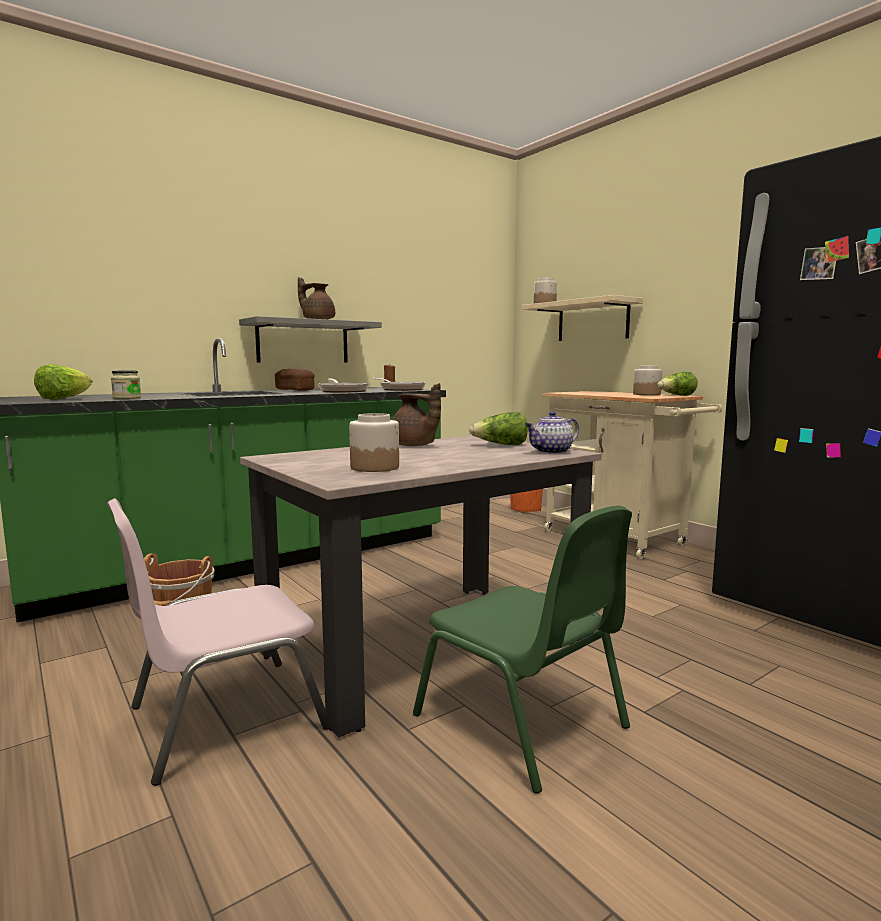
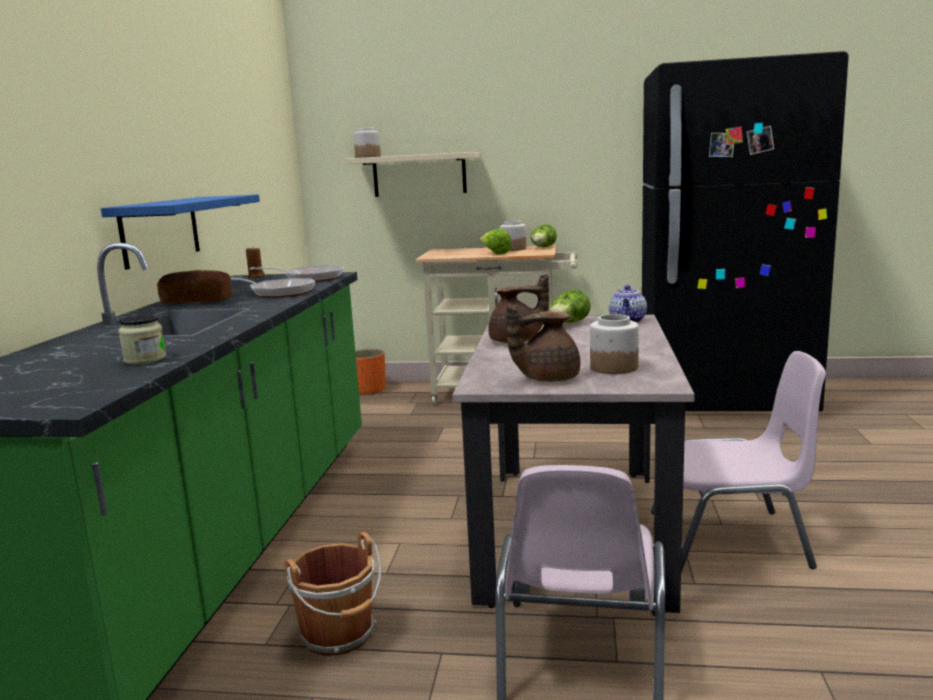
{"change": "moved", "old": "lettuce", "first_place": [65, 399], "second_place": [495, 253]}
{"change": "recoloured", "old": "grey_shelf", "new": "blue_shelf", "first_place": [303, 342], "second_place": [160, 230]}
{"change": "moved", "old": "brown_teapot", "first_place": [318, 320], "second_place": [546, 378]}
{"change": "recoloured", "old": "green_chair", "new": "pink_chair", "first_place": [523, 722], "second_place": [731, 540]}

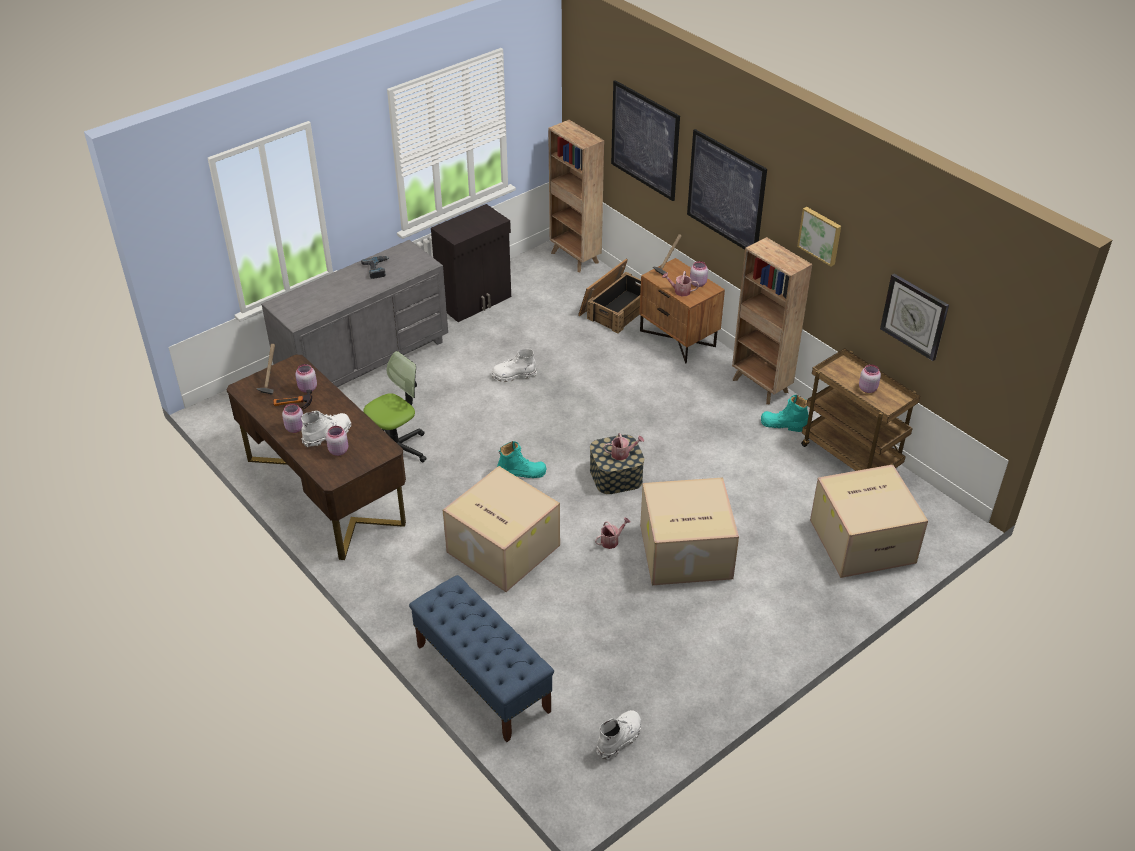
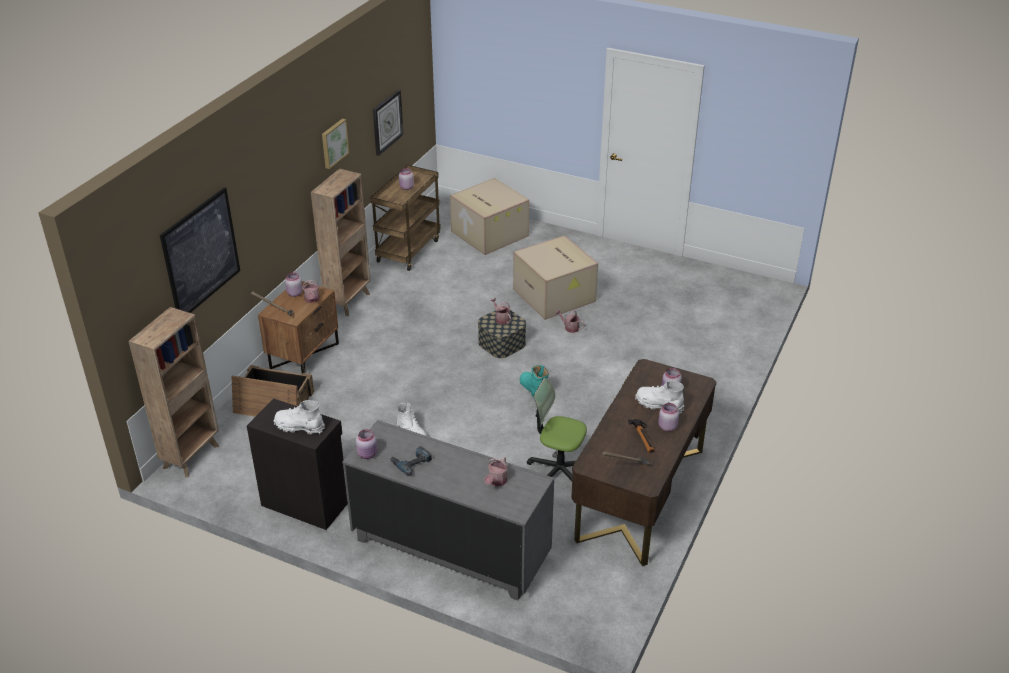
{"change": "moved", "old": "pink_jar", "first_place": [307, 388], "second_place": [368, 454]}
{"change": "removed", "old": "blue_bench", "first_place": [482, 678]}
{"change": "removed", "old": "cardboard_box", "first_place": [501, 549]}
{"change": "moved", "old": "white_boot", "first_place": [619, 738], "second_place": [299, 426]}
{"change": "removed", "old": "picture", "first_place": [726, 192]}
{"change": "removed", "old": "turquoise_boot", "first_place": [783, 425]}
{"change": "added", "new": "watering_can", "second_place": [496, 481]}

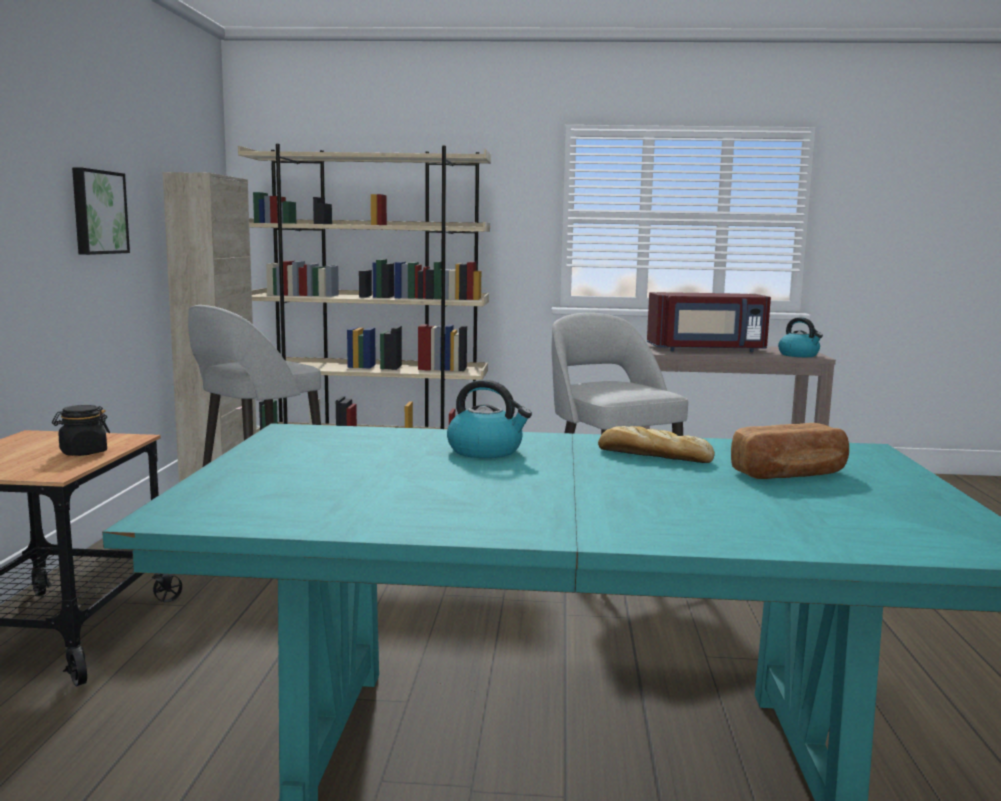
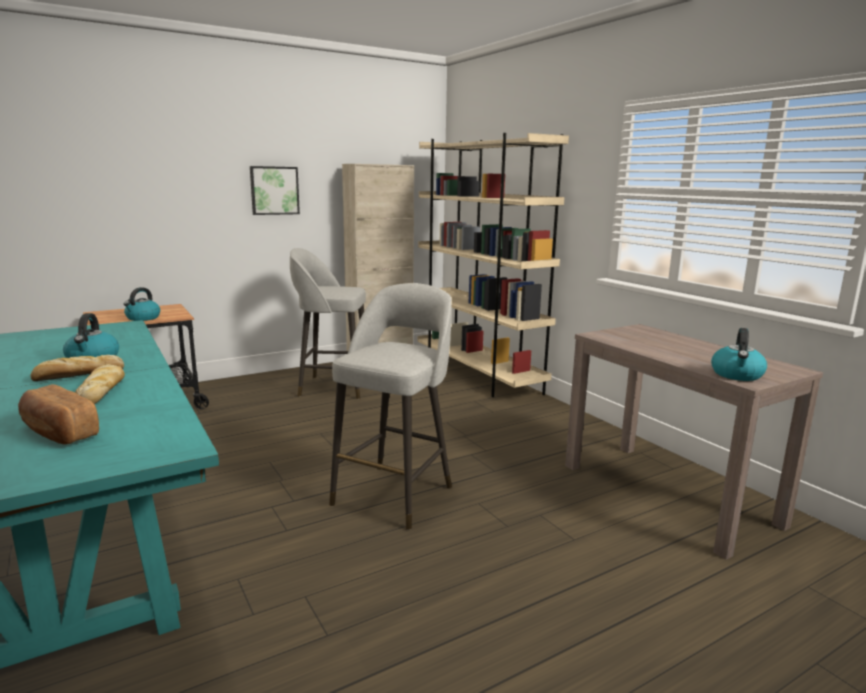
{"change": "replaced", "old": "black_jar", "new": "kettle", "first_place": [83, 452], "second_place": [143, 318]}
{"change": "removed", "old": "red_microwave", "first_place": [706, 350]}
{"change": "added", "new": "bread", "second_place": [77, 375]}

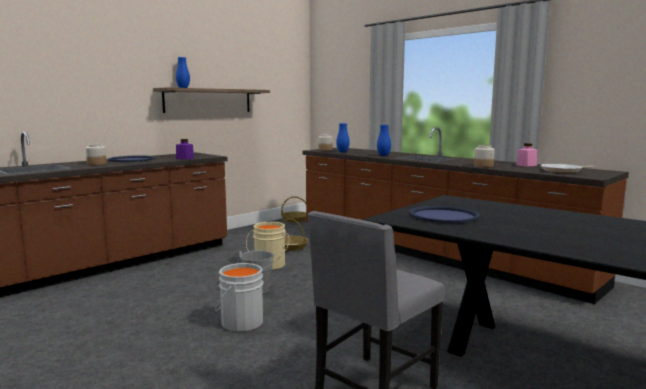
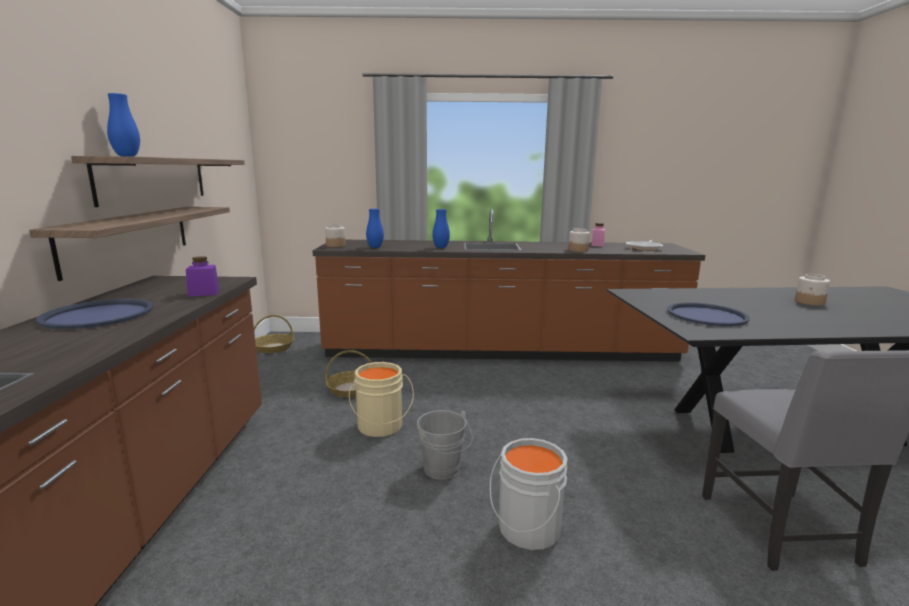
{"change": "moved", "old": "jar", "first_place": [96, 164], "second_place": [809, 302]}
{"change": "added", "new": "shelf", "second_place": [129, 237]}

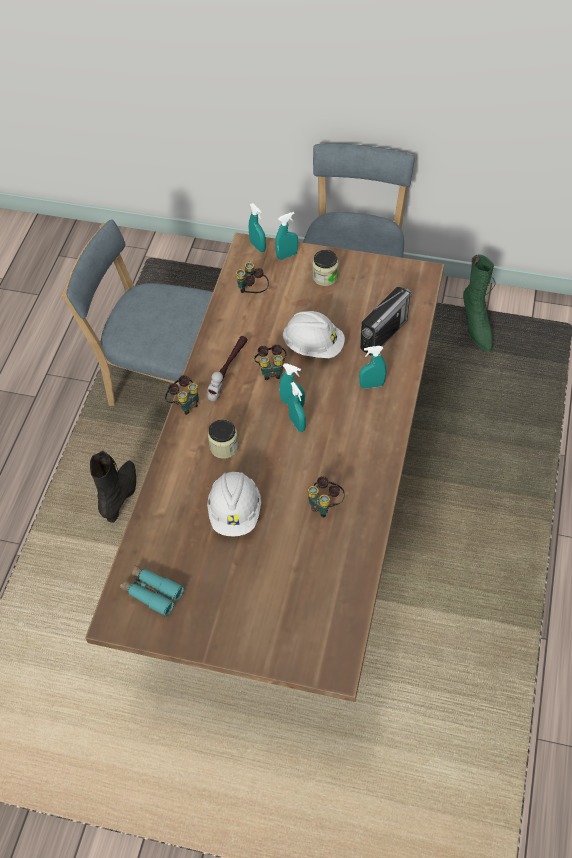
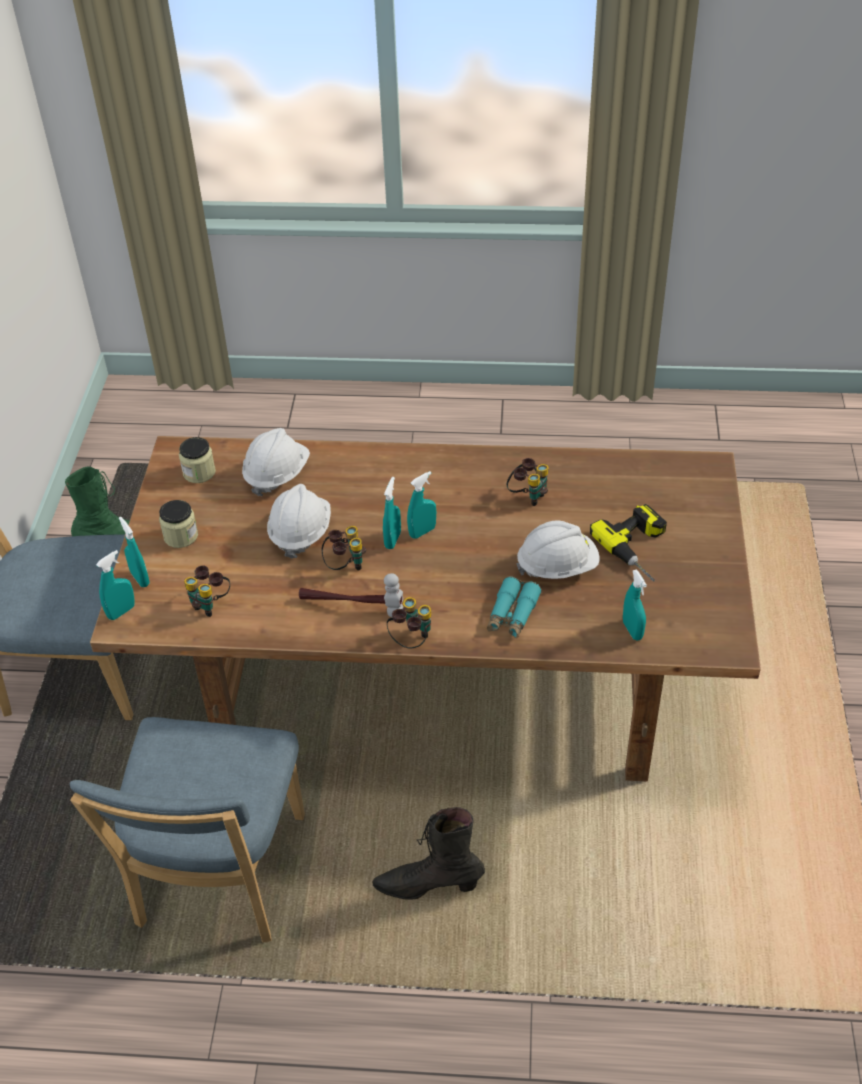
{"change": "moved", "old": "turquoise_binoculars", "first_place": [151, 592], "second_place": [512, 614]}
{"change": "moved", "old": "jar", "first_place": [224, 447], "second_place": [199, 472]}
{"change": "moved", "old": "turquoise_spray_bottle", "first_place": [371, 385], "second_place": [632, 630]}
{"change": "replaced", "old": "radio", "new": "white_hard_hat", "first_place": [383, 334], "second_place": [276, 474]}
{"change": "added", "new": "power_drill", "second_place": [641, 549]}

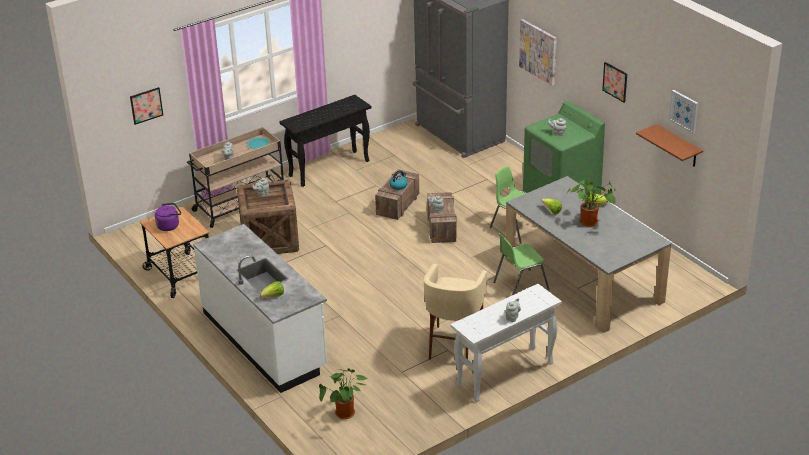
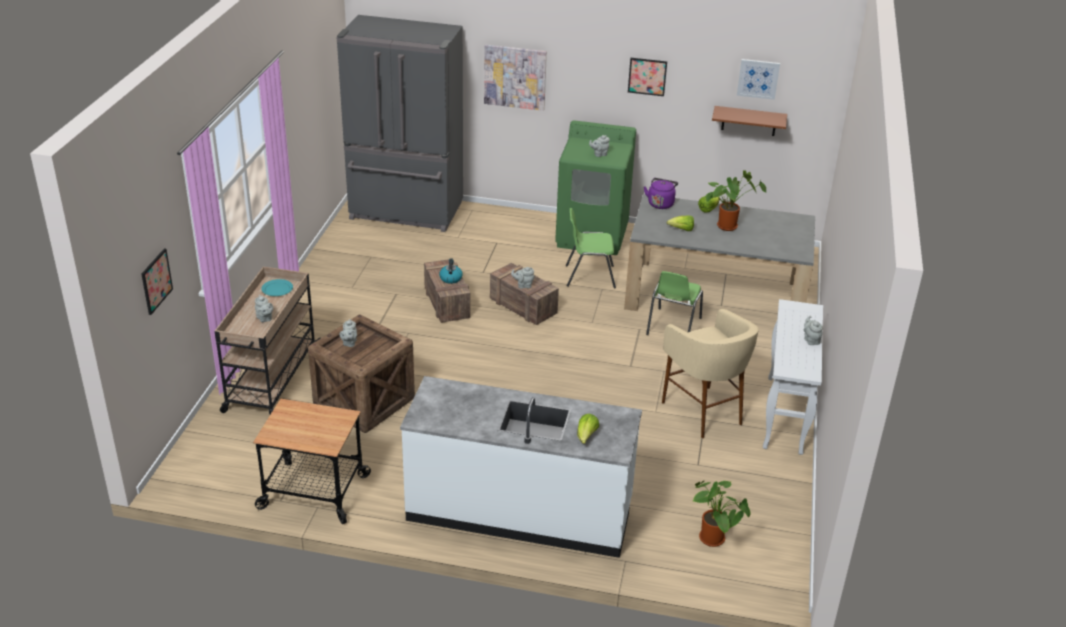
{"change": "moved", "old": "purple_kettle", "first_place": [169, 225], "second_place": [660, 203]}
{"change": "removed", "old": "black_console_table", "first_place": [329, 168]}

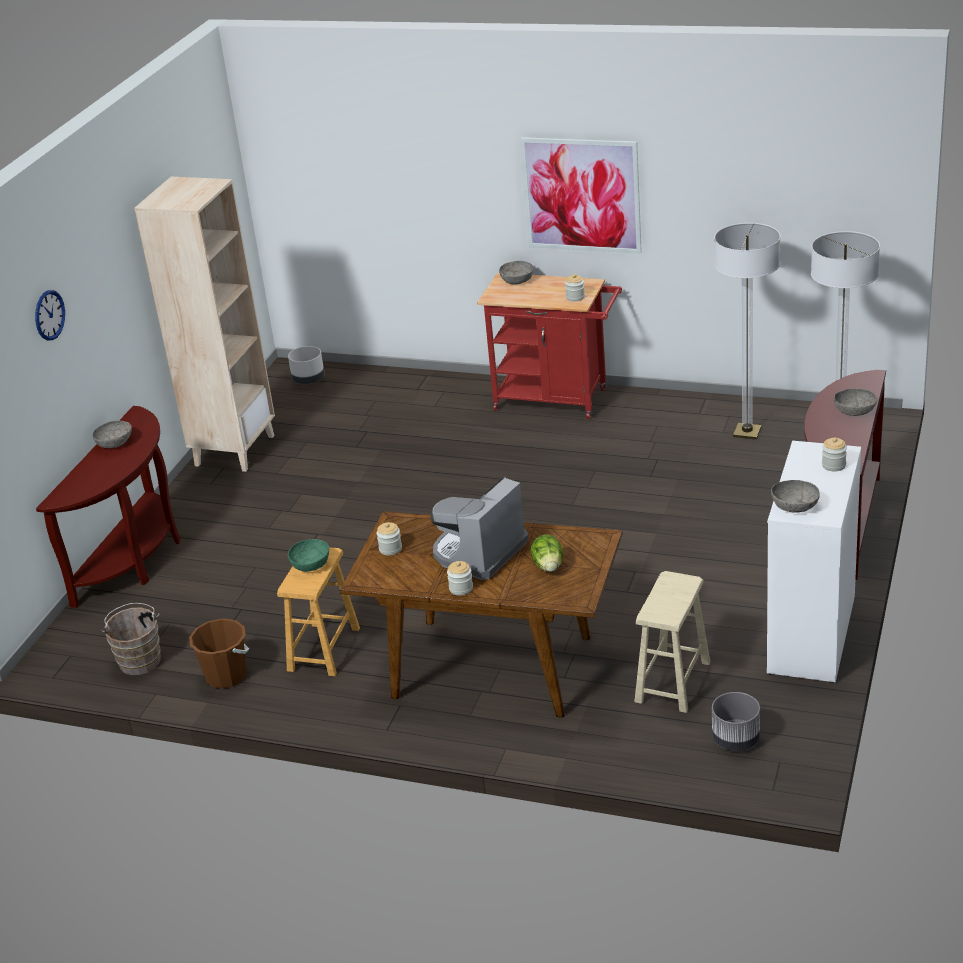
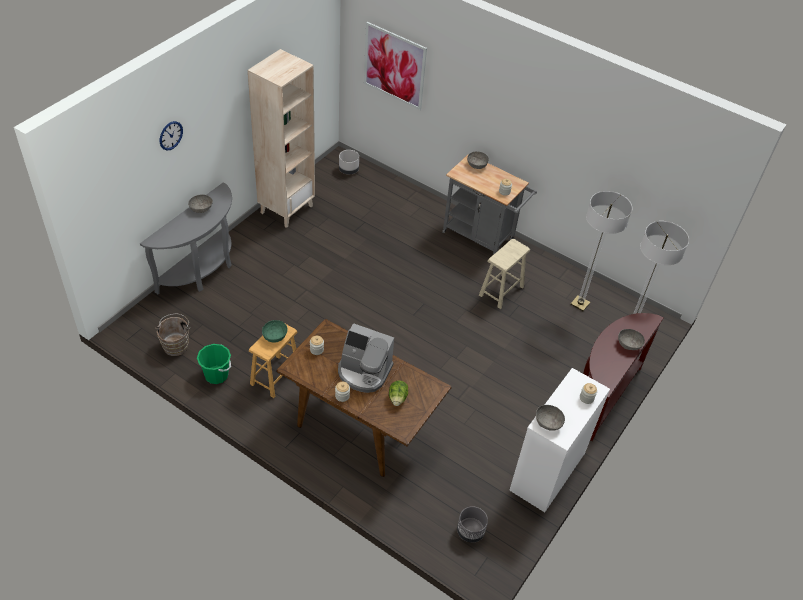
{"change": "recoloured", "old": "brown_console_table", "new": "grey_console_table", "first_place": [135, 559], "second_place": [202, 270]}
{"change": "recoloured", "old": "brown_bucket", "new": "green_bucket", "first_place": [226, 676], "second_place": [216, 375]}
{"change": "turned", "old": "coffee_machine", "first_place": [479, 552], "second_place": [364, 372], "degrees": -120}
{"change": "recoloured", "old": "red_cart", "new": "grey_cart", "first_place": [557, 400], "second_place": [482, 238]}
{"change": "moved", "old": "picture", "first_place": [581, 195], "second_place": [394, 66]}
{"change": "moved", "old": "beige_stool", "first_place": [673, 682], "second_place": [501, 291]}

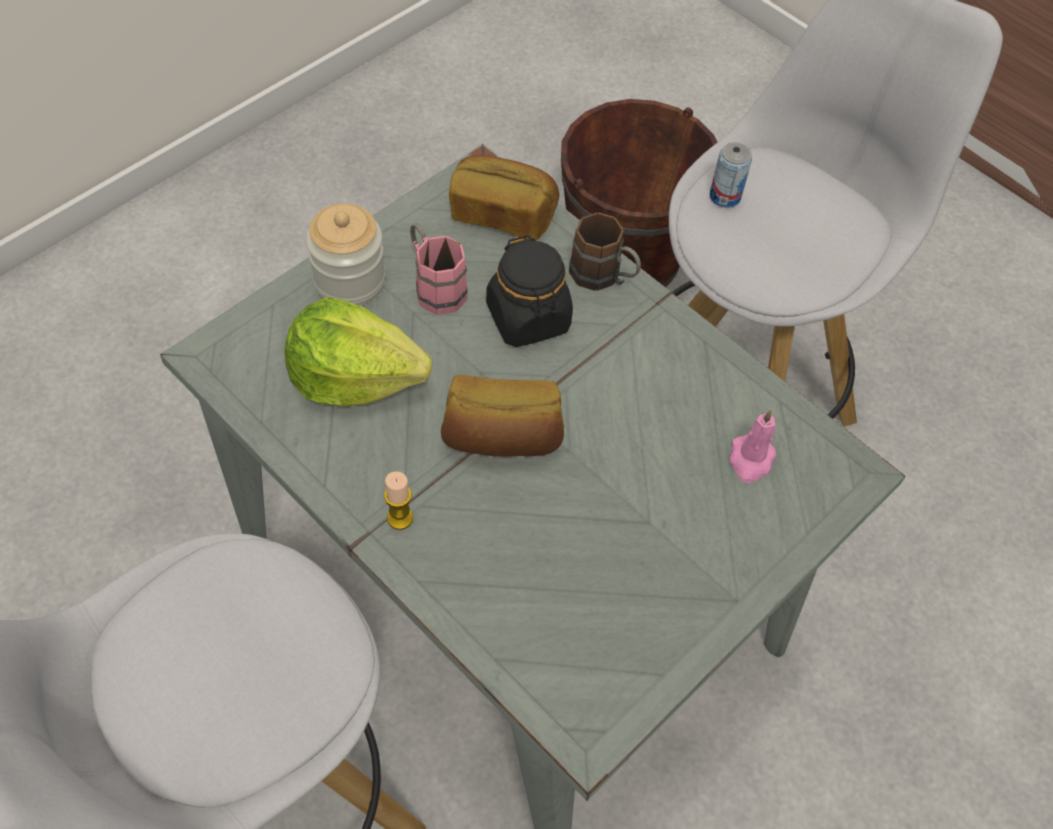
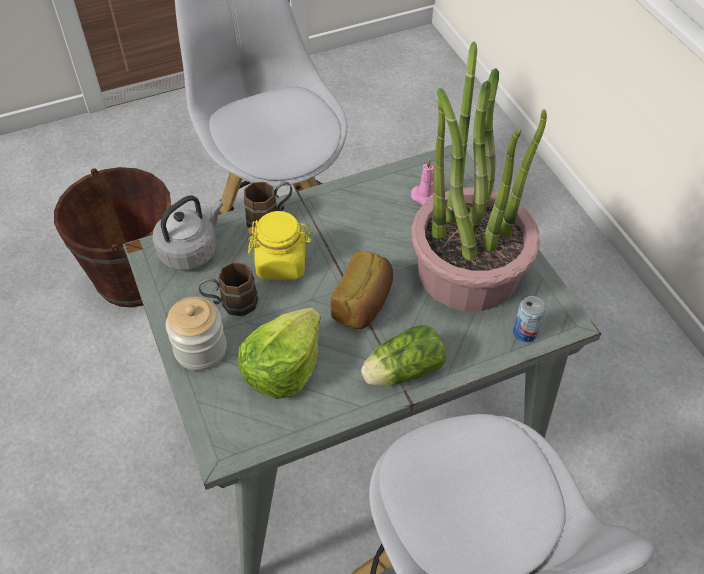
{"change": "replaced", "old": "candle", "new": "lettuce", "first_place": [400, 518], "second_place": [400, 371]}
{"change": "recoloured", "old": "pink_mug", "new": "brown_mug", "first_place": [434, 286], "second_place": [231, 303]}
{"change": "replaced", "old": "bread", "new": "grey_kettle", "first_place": [502, 214], "second_place": [191, 251]}
{"change": "recoloured", "old": "black_jar", "new": "yellow_jar", "first_place": [528, 318], "second_place": [282, 263]}
{"change": "moved", "old": "can", "first_place": [724, 196], "second_place": [525, 332]}
{"change": "added", "new": "potted_plant", "second_place": [467, 269]}

